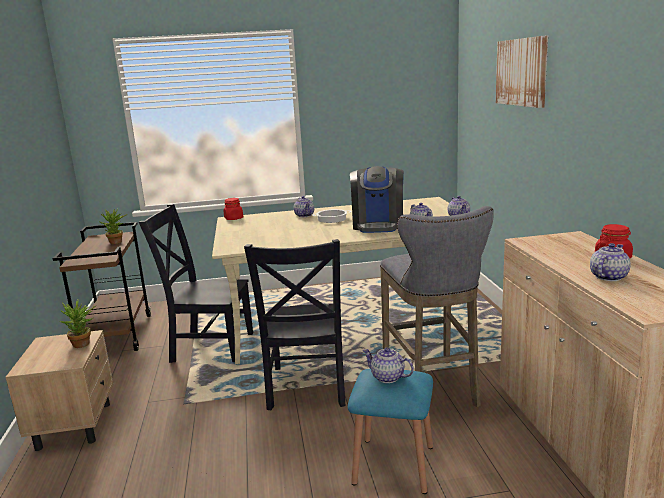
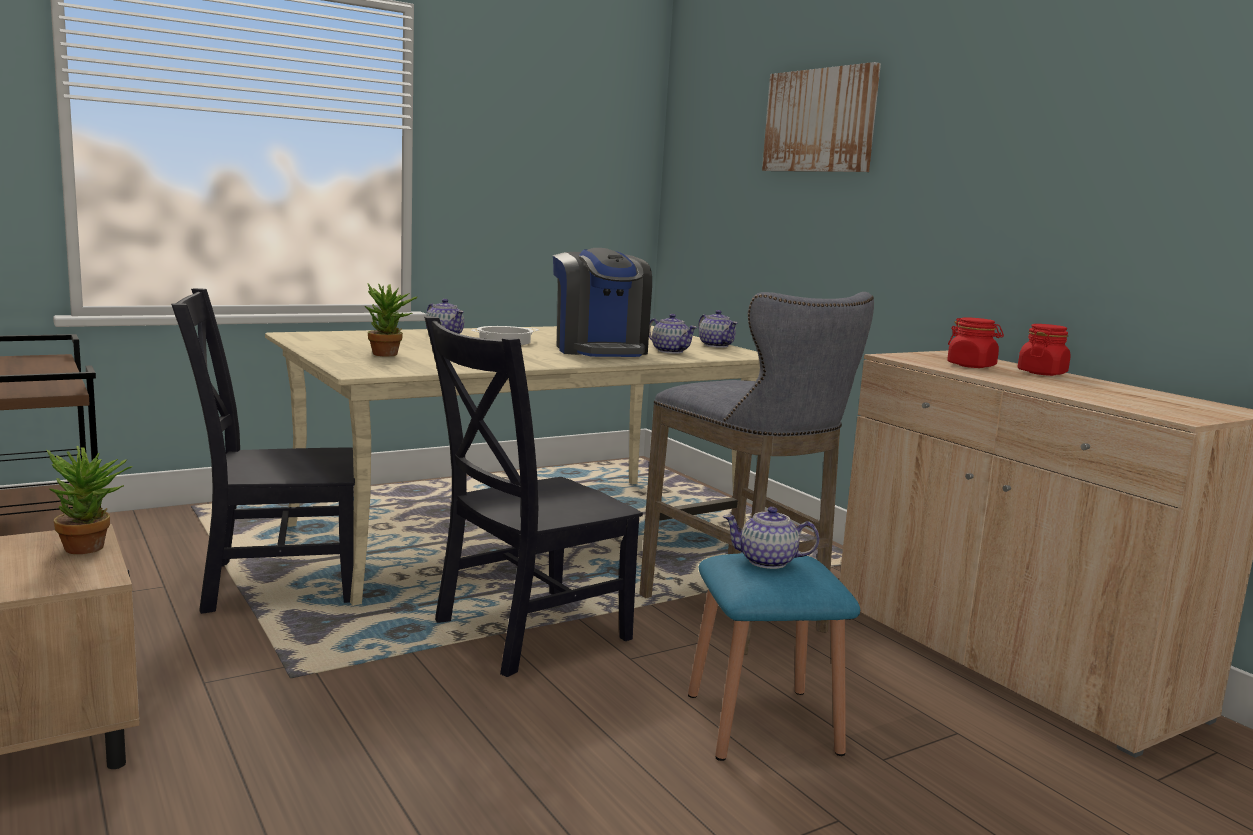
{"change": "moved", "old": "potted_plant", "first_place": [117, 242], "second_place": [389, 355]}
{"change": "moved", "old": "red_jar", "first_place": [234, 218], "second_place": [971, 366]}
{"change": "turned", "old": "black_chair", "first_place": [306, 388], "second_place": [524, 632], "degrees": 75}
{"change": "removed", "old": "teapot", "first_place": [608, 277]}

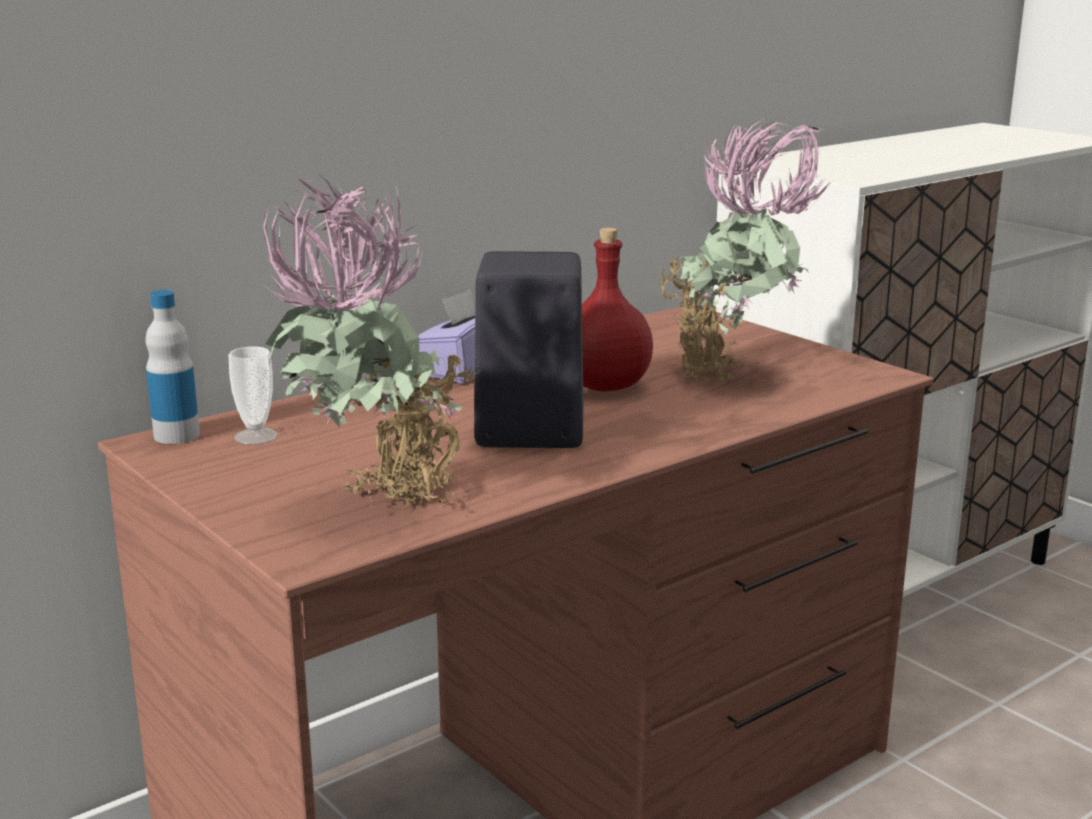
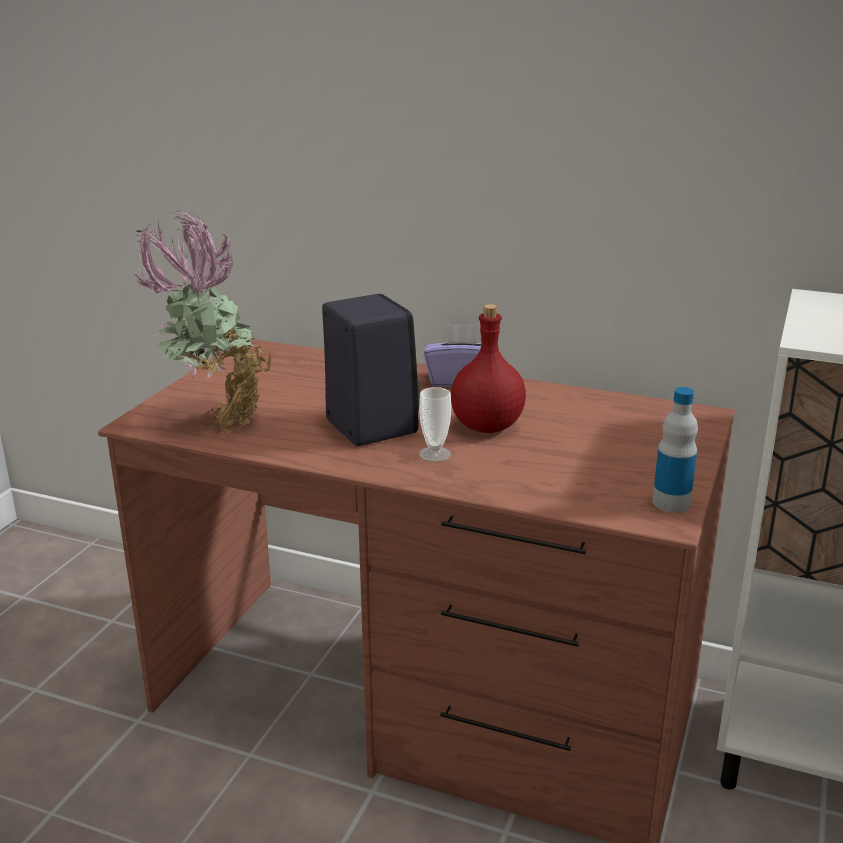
{"change": "moved", "old": "bottle", "first_place": [176, 435], "second_place": [671, 503]}
{"change": "moved", "old": "cup", "first_place": [256, 436], "second_place": [435, 454]}
{"change": "removed", "old": "potted_plant", "first_place": [734, 375]}

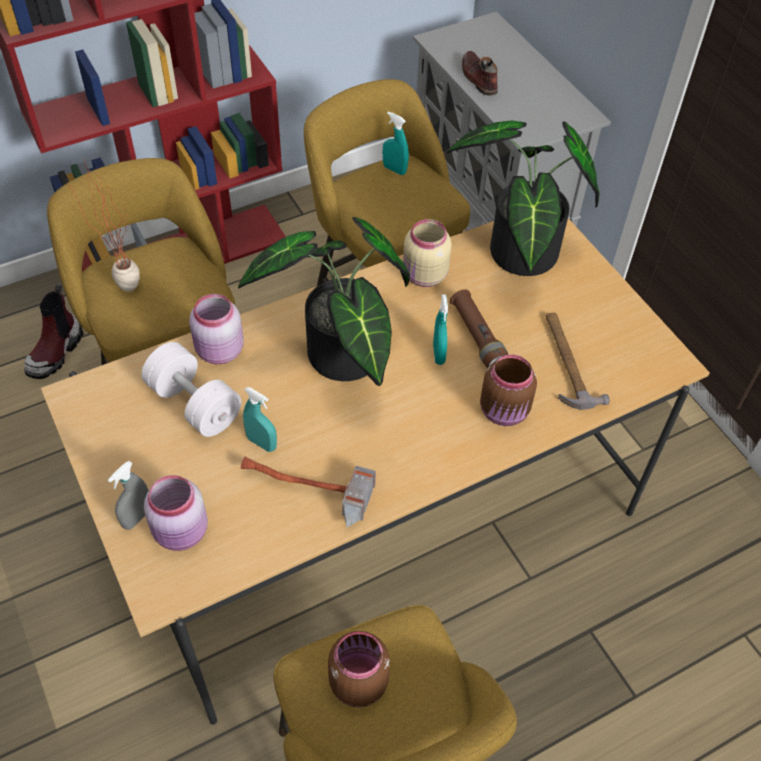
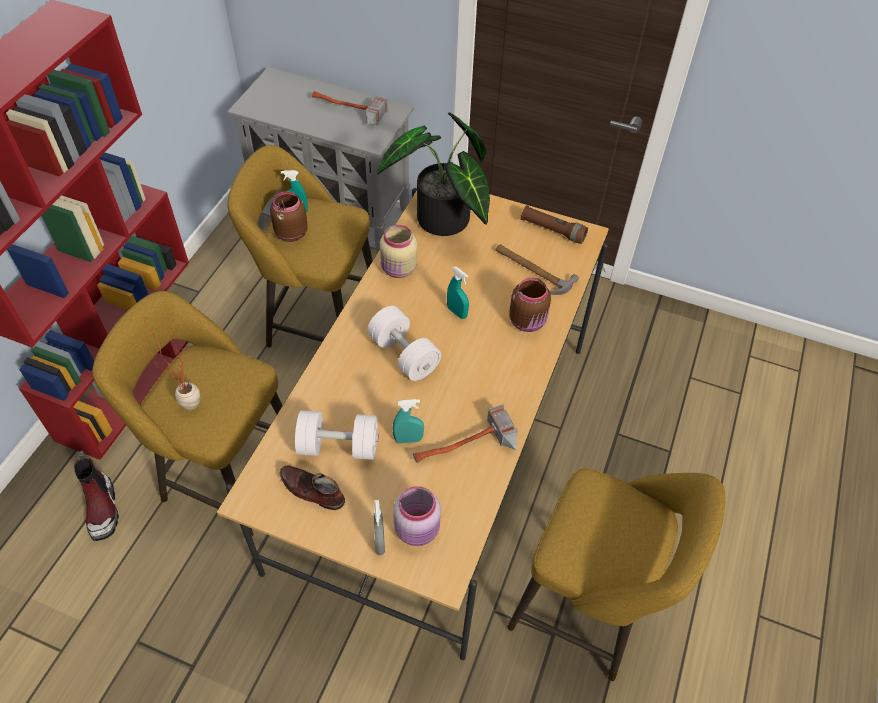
{"change": "removed", "old": "pink_jar", "first_place": [219, 352]}
{"change": "replaced", "old": "potted_plant", "new": "white_dumbbell", "first_place": [342, 361], "second_place": [404, 355]}
{"change": "moved", "old": "brown_jar", "first_place": [357, 681], "second_place": [290, 233]}
{"change": "moved", "old": "brown_flashlight", "first_place": [477, 337], "second_place": [552, 230]}
{"change": "moved", "old": "brown_shoe", "first_place": [478, 78], "second_place": [311, 490]}
{"change": "added", "new": "hammer", "second_place": [346, 112]}

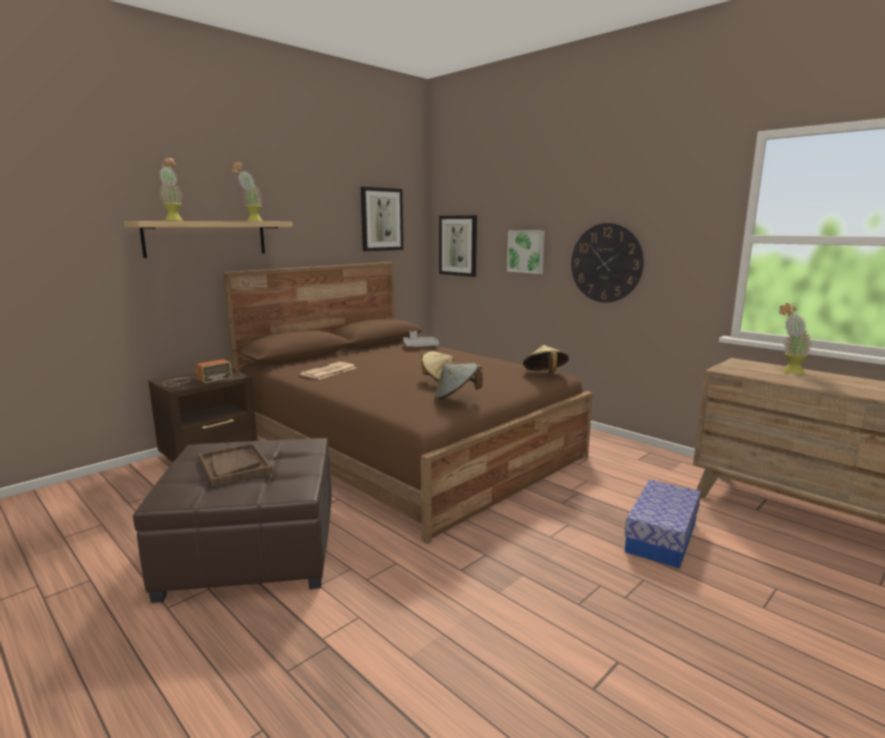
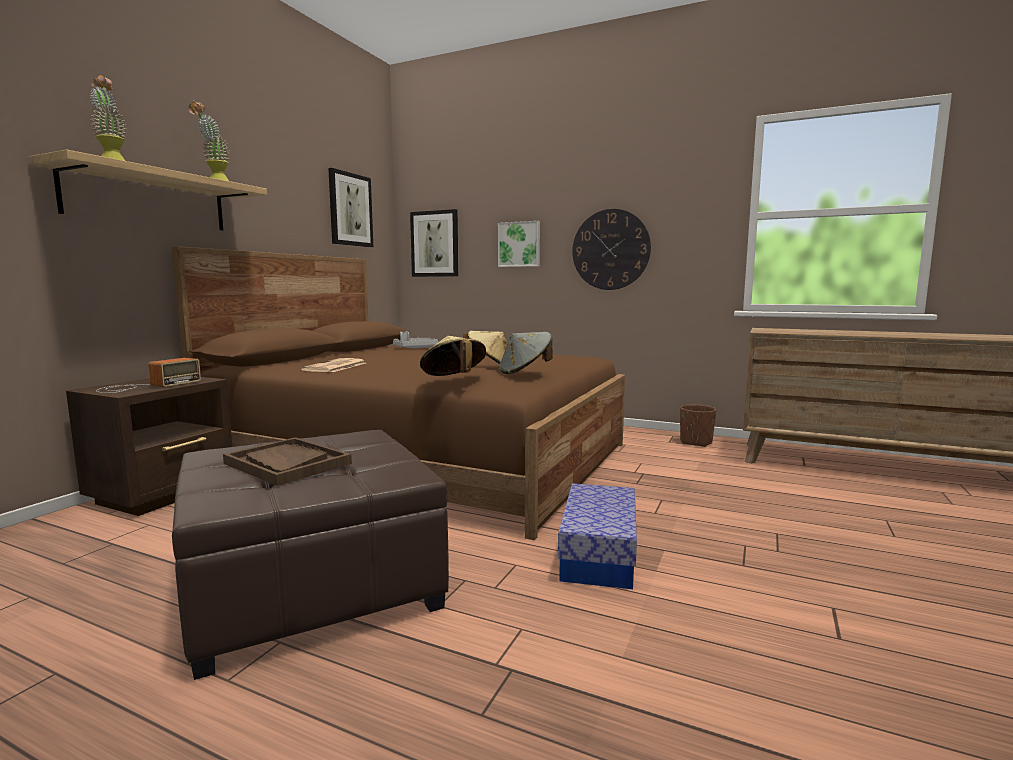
{"change": "moved", "old": "beige_hat", "first_place": [545, 374], "second_place": [453, 379]}
{"change": "moved", "old": "storage_box", "first_place": [661, 537], "second_place": [599, 554]}
{"change": "removed", "old": "potted_plant", "first_place": [788, 372]}
{"change": "added", "new": "brown_planter", "second_place": [696, 442]}

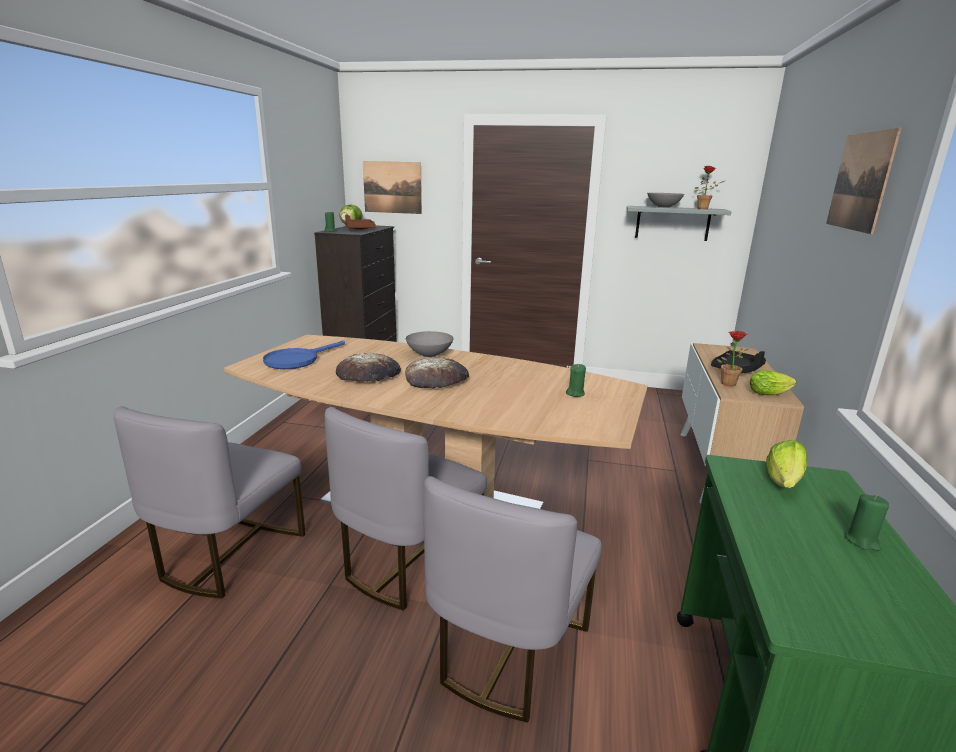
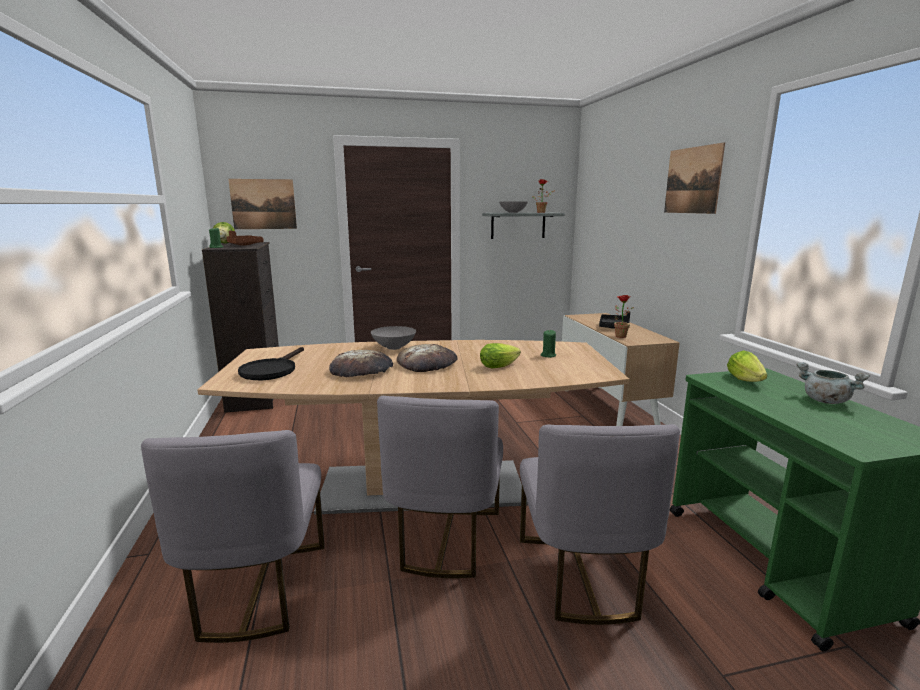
{"change": "recoloured", "old": "blue_frying_pan", "new": "black_frying_pan", "first_place": [297, 360], "second_place": [272, 370]}
{"change": "moved", "old": "lettuce", "first_place": [771, 393], "second_place": [501, 365]}
{"change": "replaced", "old": "green_candle", "new": "grey_cooking_pot", "first_place": [862, 541], "second_place": [824, 400]}

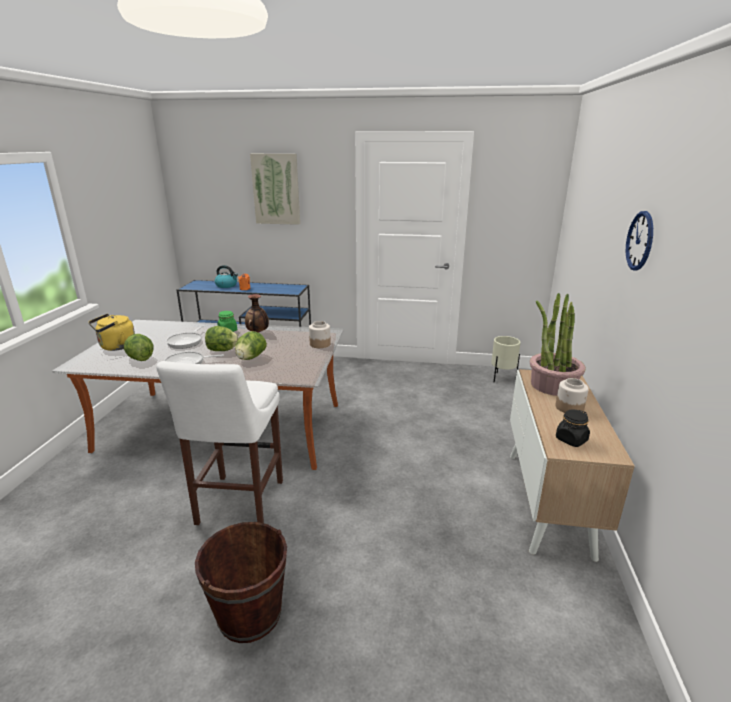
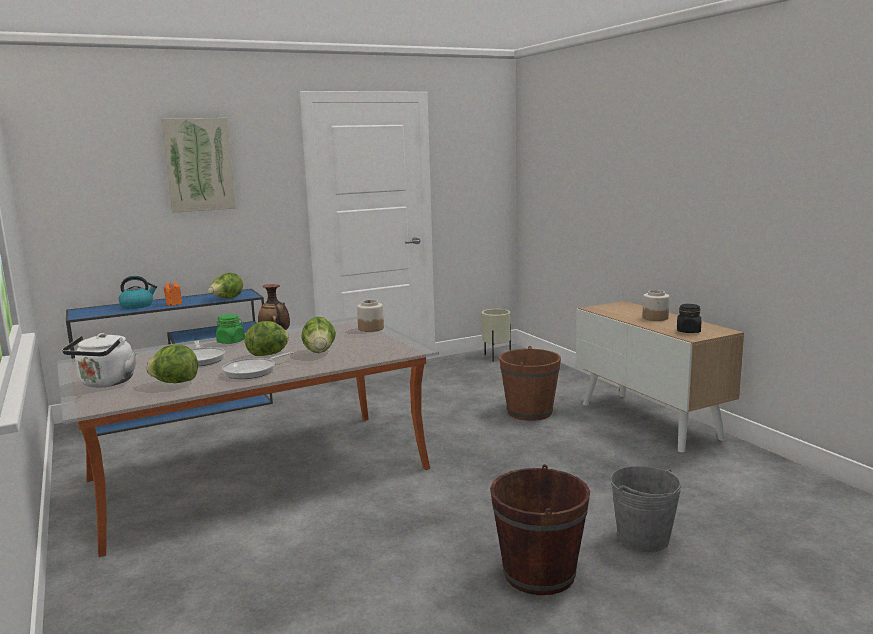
{"change": "recoloured", "old": "yellow_kettle", "new": "white_kettle", "first_place": [116, 347], "second_place": [106, 383]}
{"change": "removed", "old": "white_stool", "first_place": [238, 505]}
{"change": "removed", "old": "potted_plant", "first_place": [552, 385]}
{"change": "removed", "old": "wall_clock", "first_place": [640, 241]}
{"change": "added", "new": "lettuce", "second_place": [226, 299]}
{"change": "added", "new": "brown_bucket", "second_place": [529, 412]}
{"change": "added", "new": "grey_bucket", "second_place": [643, 538]}

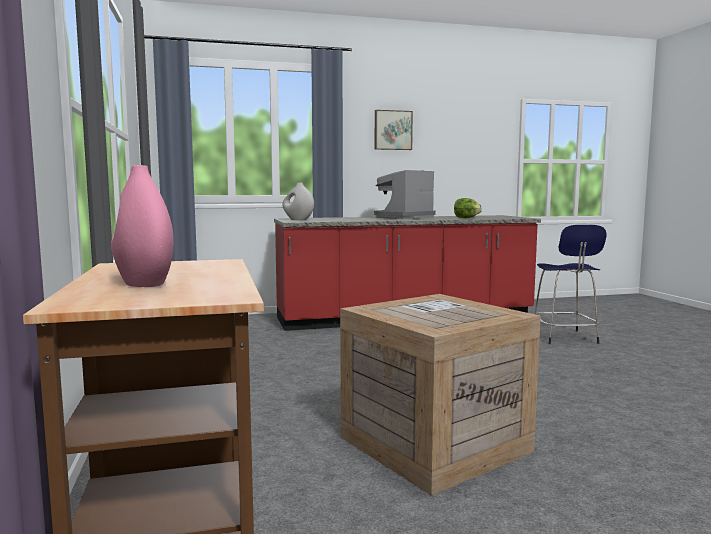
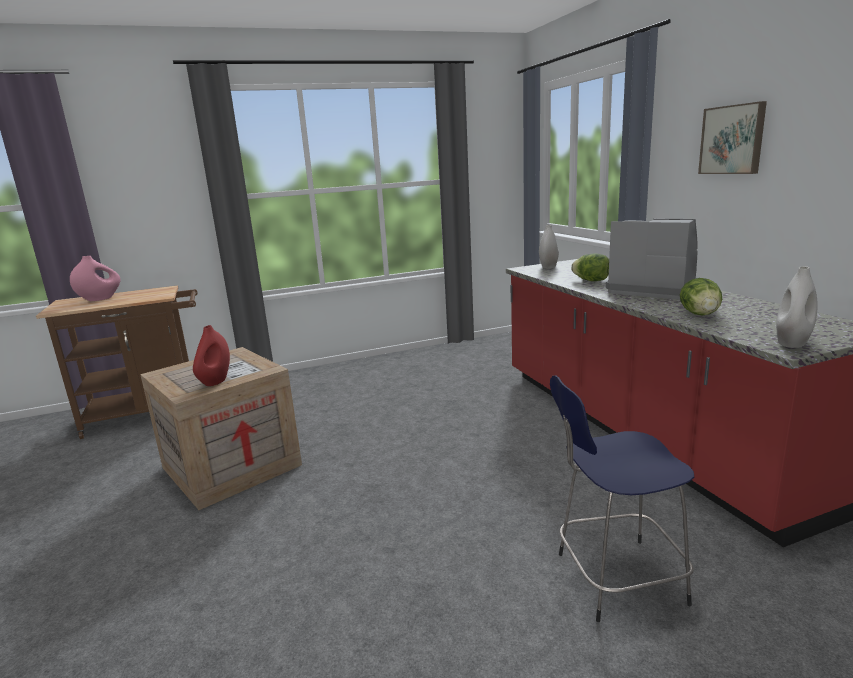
{"change": "added", "new": "red_vase", "second_place": [216, 381]}
{"change": "added", "new": "lettuce", "second_place": [591, 281]}
{"change": "added", "new": "white_vase", "second_place": [792, 343]}

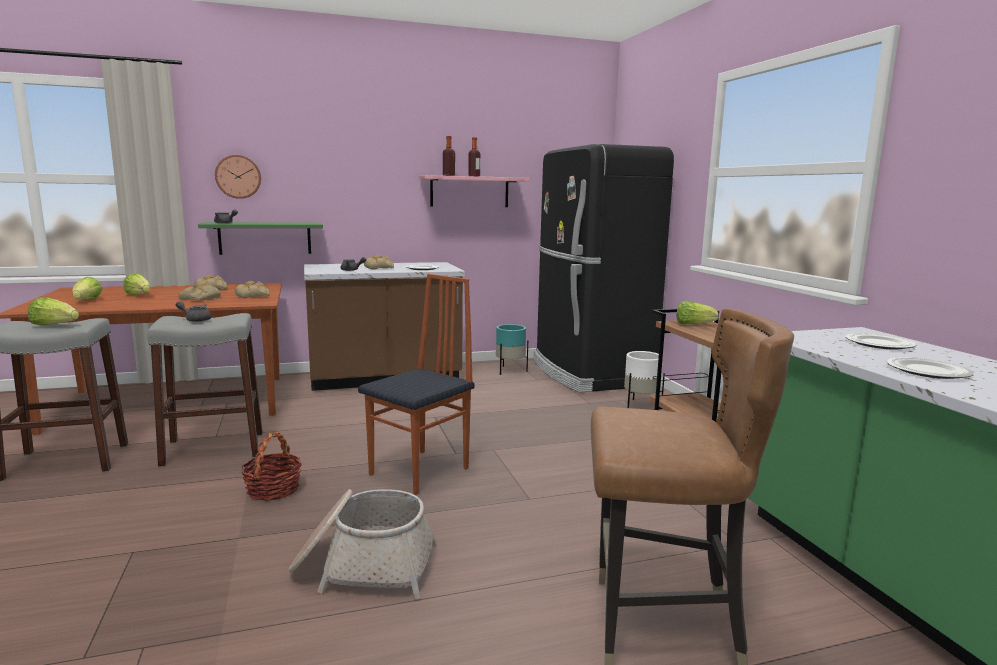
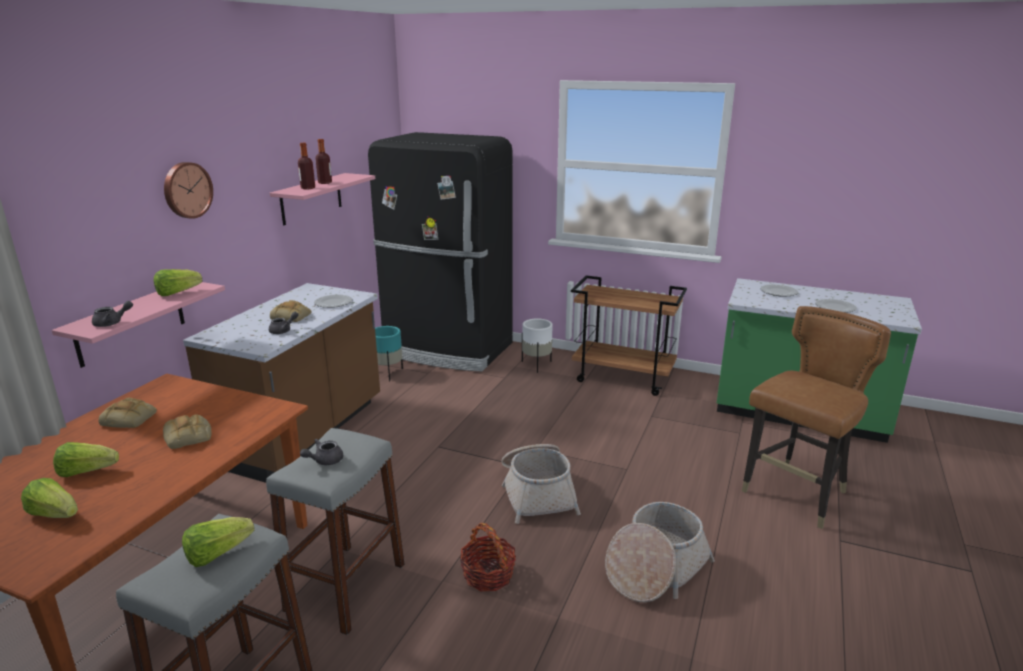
{"change": "recoloured", "old": "green_shelf", "new": "pink_shelf", "first_place": [265, 238], "second_place": [131, 323]}
{"change": "moved", "old": "wall_clock", "first_place": [238, 176], "second_place": [186, 190]}
{"change": "removed", "old": "bread", "first_place": [253, 296]}
{"change": "replaced", "old": "chair", "new": "basket", "first_place": [421, 471], "second_place": [537, 493]}
{"change": "moved", "old": "lettuce", "first_place": [693, 325], "second_place": [177, 293]}

